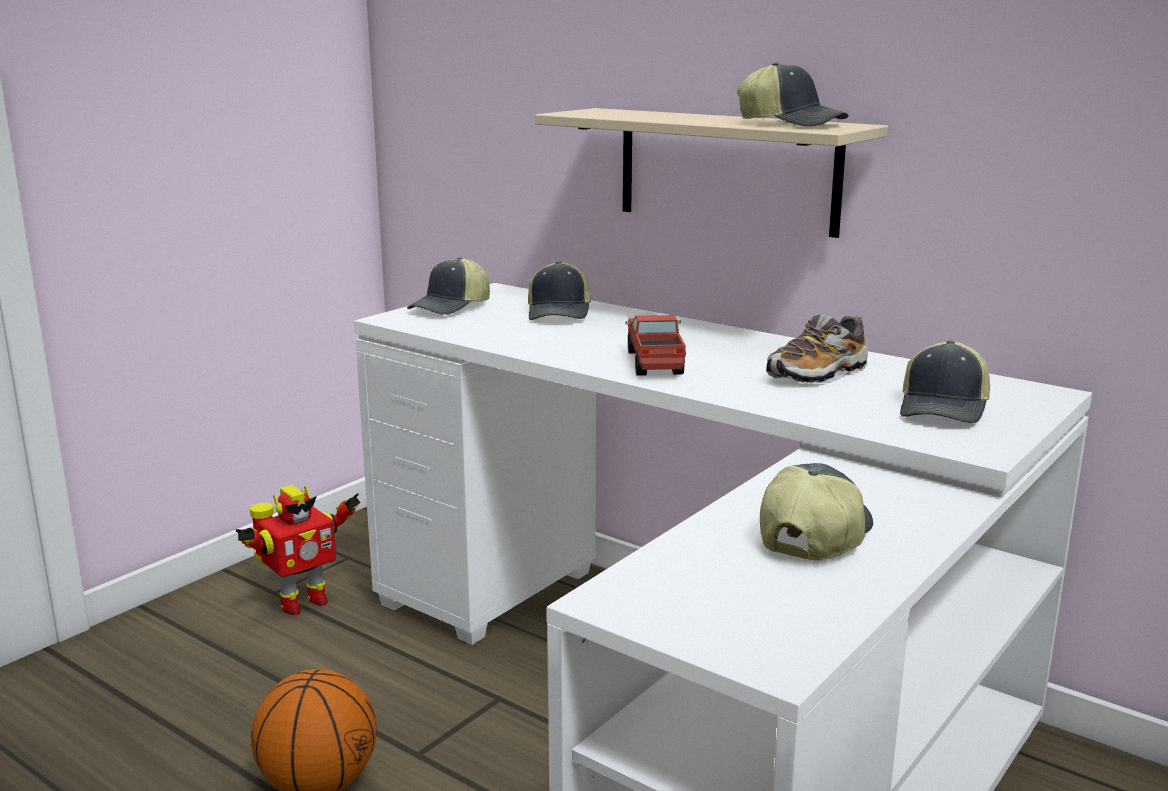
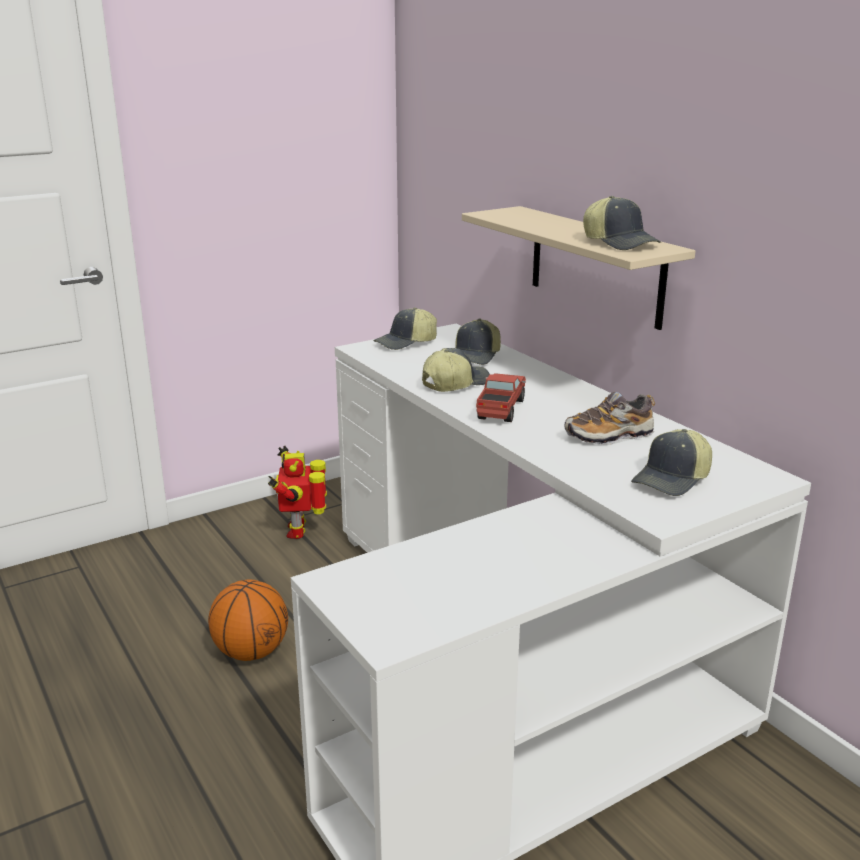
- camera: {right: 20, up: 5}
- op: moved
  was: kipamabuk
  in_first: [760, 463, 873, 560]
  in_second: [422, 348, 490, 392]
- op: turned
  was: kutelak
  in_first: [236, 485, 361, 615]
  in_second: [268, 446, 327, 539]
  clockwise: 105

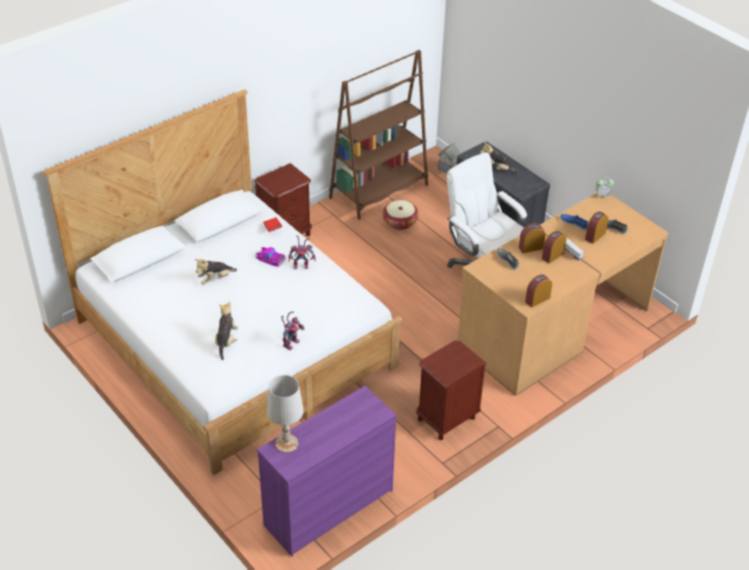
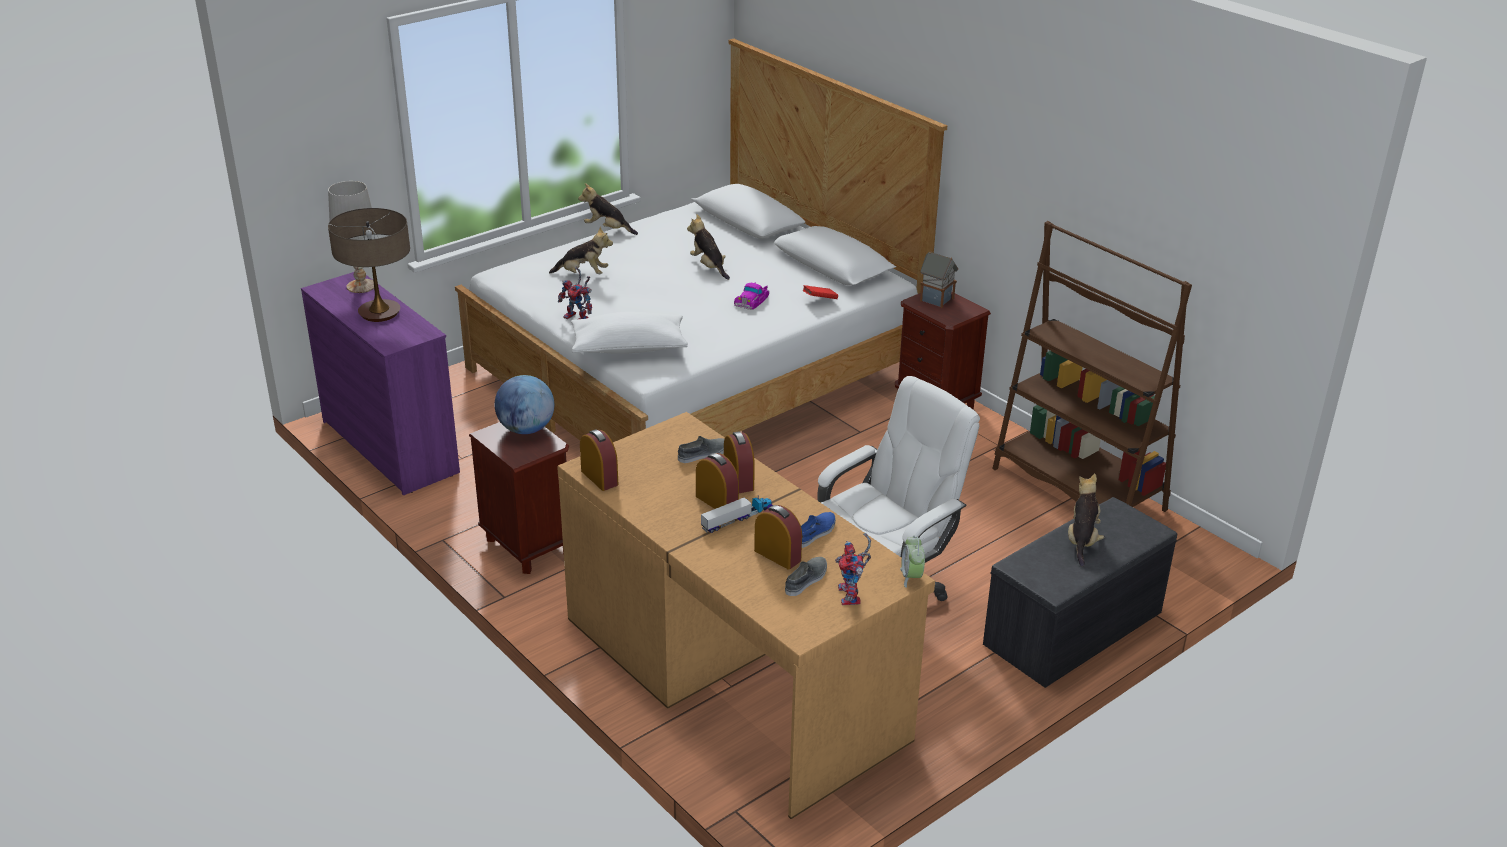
- camera: {right: 90, up: -10}
- op: moved
  was: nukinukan
  in_first: [438, 143, 460, 173]
  in_second: [920, 251, 958, 308]
- op: removed
  was: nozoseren
  in_first: [382, 200, 419, 230]
- op: moved
  was: kutelak
  in_first: [289, 235, 316, 269]
  in_second: [835, 533, 871, 605]
- op: added
  now: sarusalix
  in_second: [578, 183, 638, 235]
- op: added
  now: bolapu
  in_second: [328, 208, 410, 322]
- op: added
  now: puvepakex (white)
  in_second: [571, 312, 688, 354]
- op: added
  now: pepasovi
  in_second: [495, 375, 554, 434]

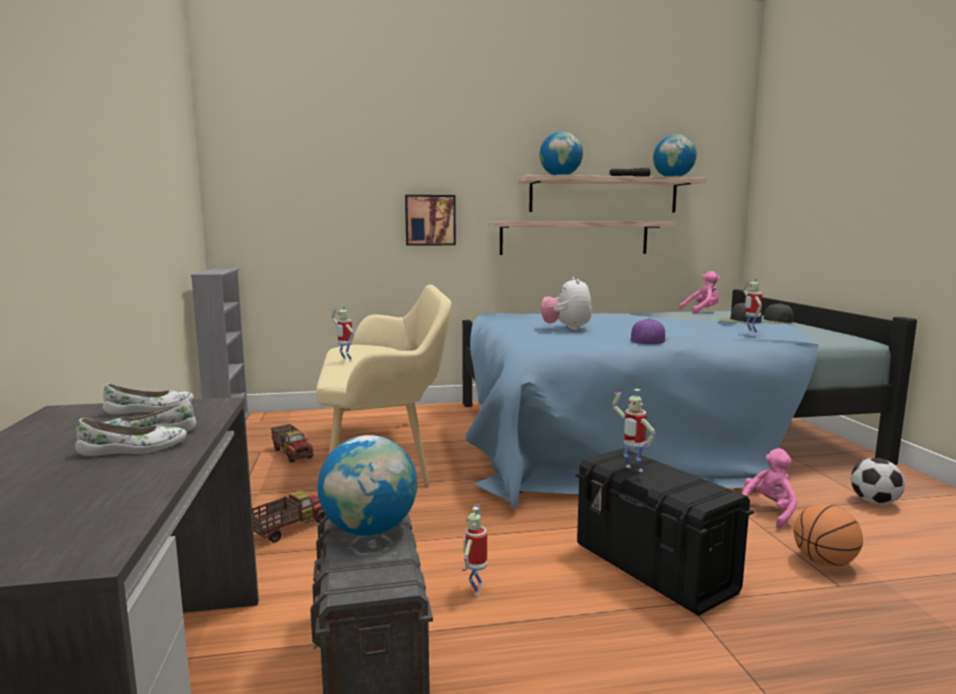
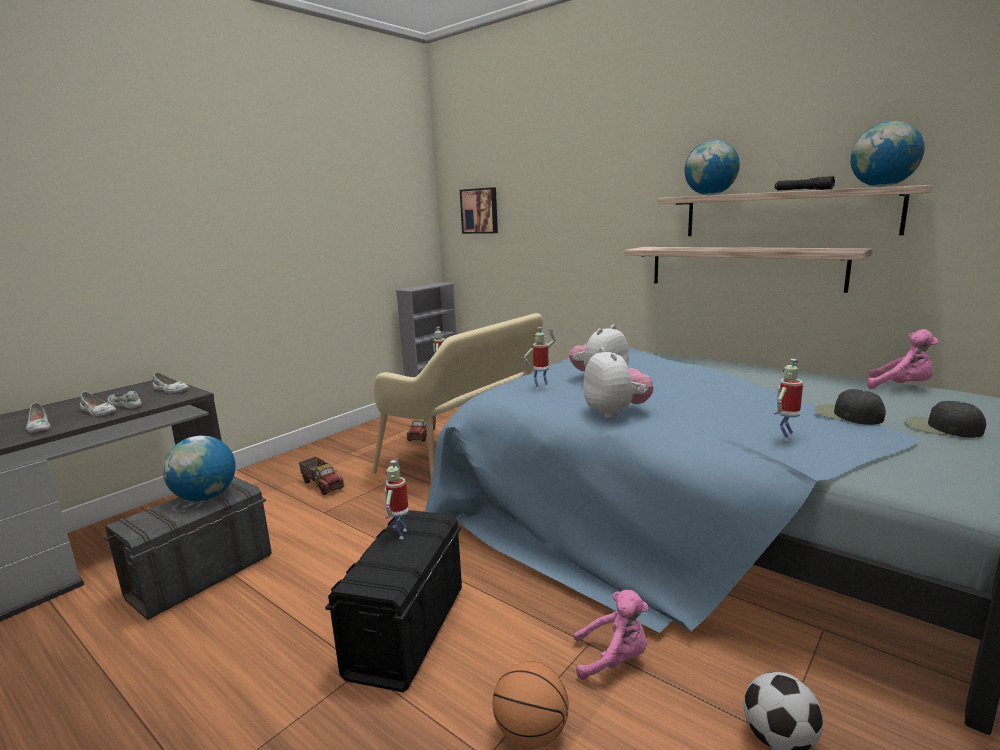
- camera: {right: 50, up: 5}
- op: moved
  was: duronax
  in_first: [405, 195, 456, 246]
  in_second: [460, 187, 498, 234]
- op: replaced
  was: kipamabuk (purple)
  now: sarusalix
  in_first: [631, 319, 669, 344]
  in_second: [583, 347, 653, 419]
- op: turned
  was: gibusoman
  in_first: [252, 491, 325, 543]
  in_second: [299, 457, 344, 495]
  clockwise: 45
- op: moved
  was: kutelak
  in_first: [462, 505, 487, 596]
  in_second: [523, 327, 556, 390]
- op: added
  now: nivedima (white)
  in_second: [26, 403, 51, 433]

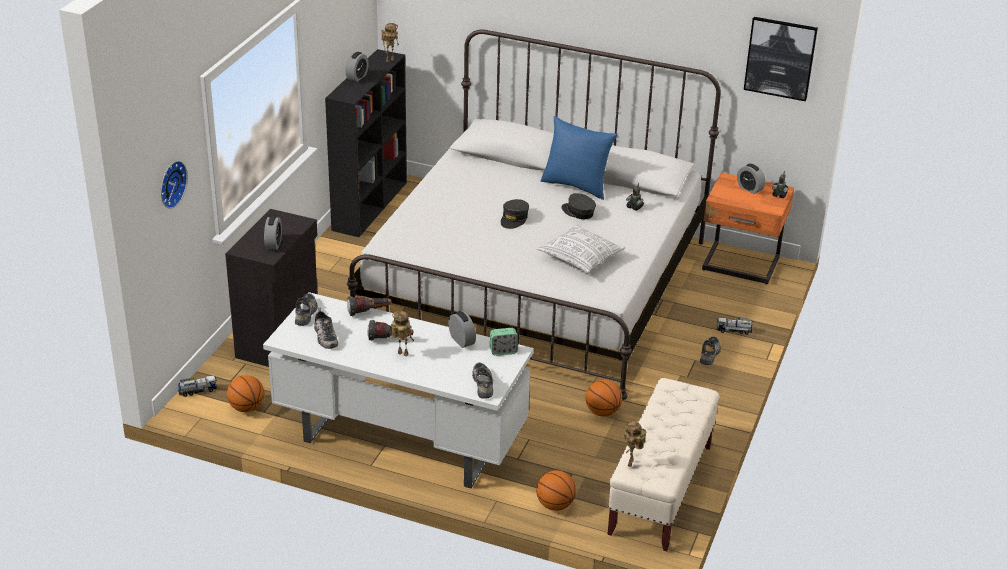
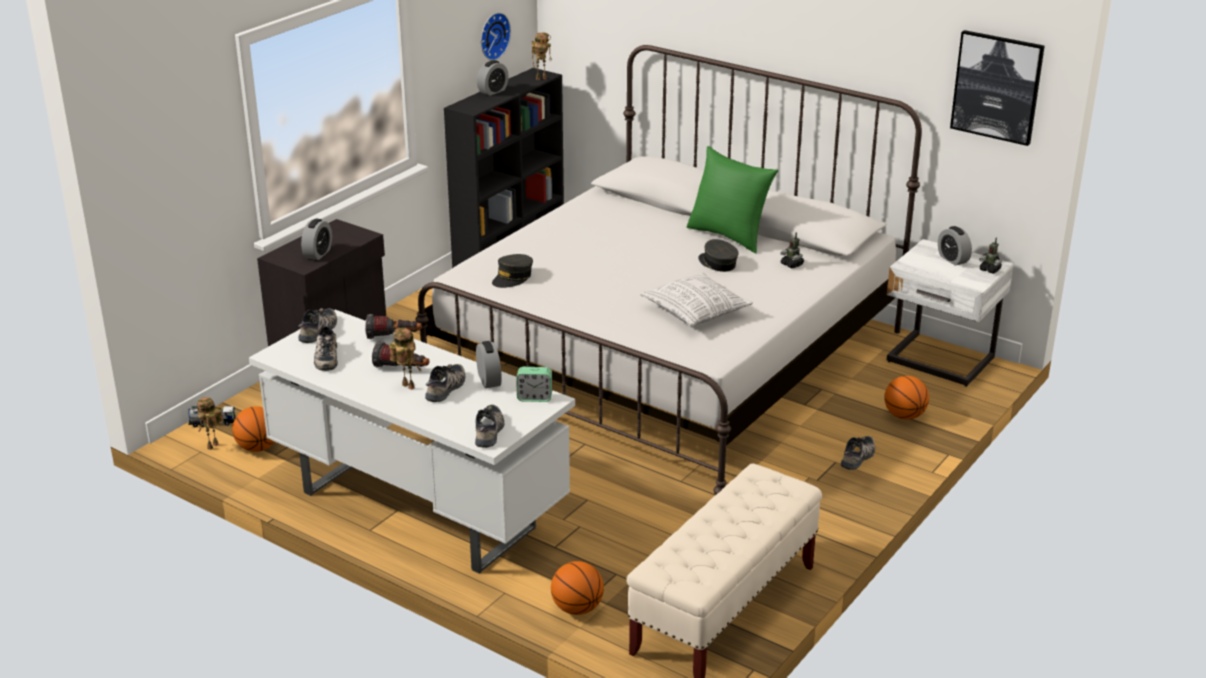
- camera: {right: 15, up: -5}
- op: recoloured
  was: puvepakex (blue)
  now: puvepakex (green)
  in_first: [541, 116, 618, 200]
  in_second: [687, 146, 778, 254]
- op: moved
  was: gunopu
  in_first: [161, 161, 188, 209]
  in_second: [481, 13, 511, 60]
- op: recoloured
  was: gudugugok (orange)
  now: gudugugok (white)
  in_first: [702, 172, 794, 285]
  in_second: [887, 239, 1014, 387]
- op: moved
  was: kipamabuk (grey)
  in_first: [501, 199, 529, 229]
  in_second: [492, 254, 533, 288]
- op: removed
  was: gibusoman
  in_first: [717, 317, 753, 335]
- op: moved
  was: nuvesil
  in_first: [585, 380, 622, 417]
  in_second: [884, 376, 929, 420]
- op: moved
  was: kutelak
  in_first: [624, 421, 646, 467]
  in_second: [197, 397, 223, 450]
- op: added
  now: nivedima
  in_second: [425, 364, 465, 402]

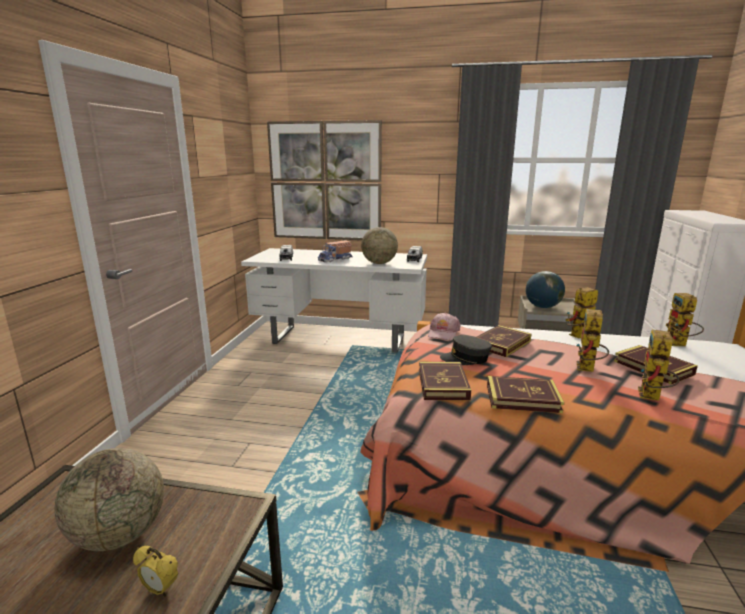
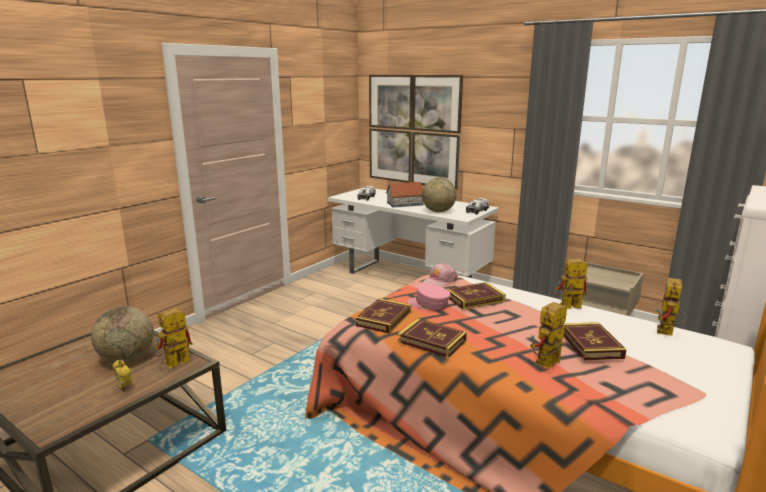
- camera: {right: 25, up: 0}
- op: replaced
  was: gibusoman
  now: nukinukan
  in_first: [318, 240, 352, 263]
  in_second: [386, 182, 423, 207]
- op: removed
  was: pepasovi
  in_first: [525, 271, 565, 308]
- op: moved
  was: kutelak
  in_first: [576, 309, 609, 372]
  in_second: [155, 307, 193, 368]
- op: recoloured
  was: kipamabuk (grey)
  now: kipamabuk (pink)
  in_first: [440, 336, 492, 365]
  in_second: [407, 283, 451, 311]

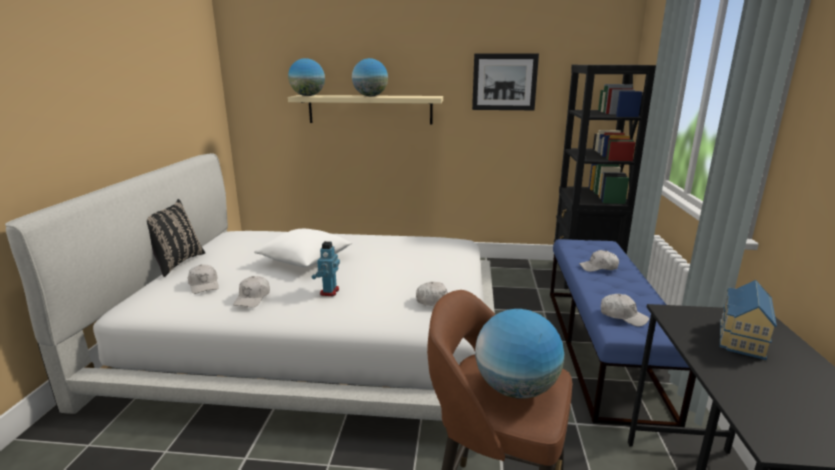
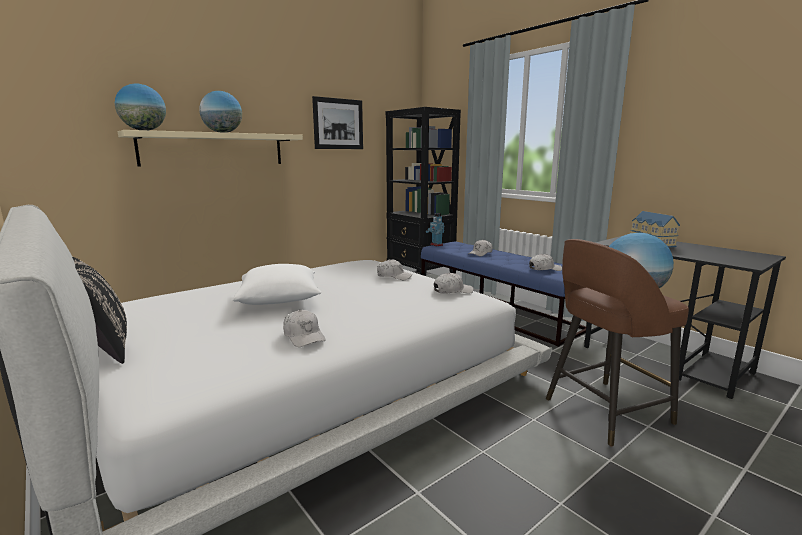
- camera: {right: -45, up: -5}
- op: moved
  was: kutelak
  in_first: [312, 241, 340, 296]
  in_second: [426, 213, 445, 246]
- op: moved
  was: kipamabuk (white)
  in_first: [188, 264, 219, 294]
  in_second: [377, 259, 413, 280]

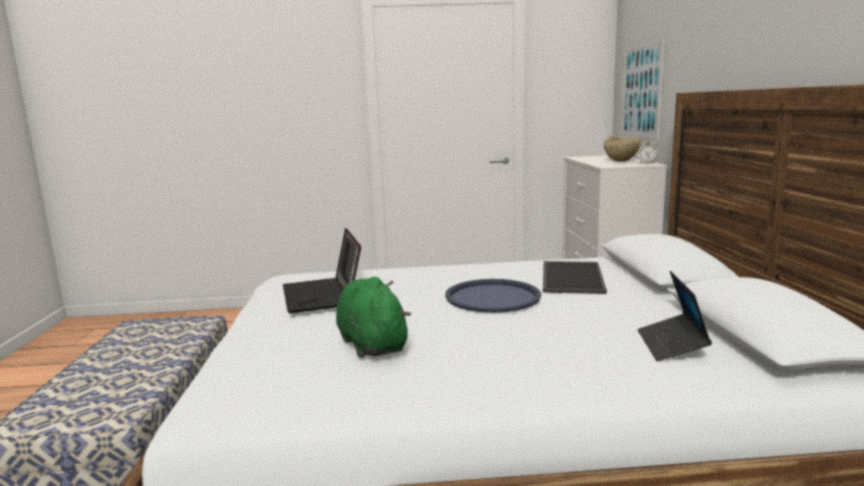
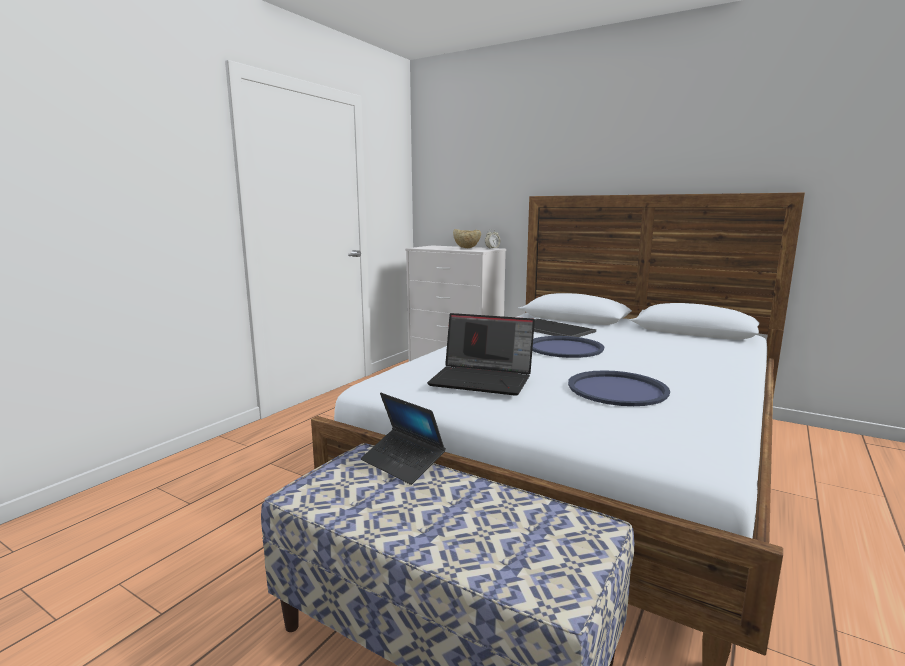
- camera: {right: -55, up: 0}
- op: removed
  was: duronax
  in_first: [621, 39, 664, 139]
- op: moved
  was: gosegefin
  in_first: [637, 271, 712, 361]
  in_second: [361, 393, 446, 485]
- op: replaced
  was: sarusalix (green)
  now: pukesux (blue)
  in_first: [336, 277, 411, 358]
  in_second: [568, 370, 670, 406]

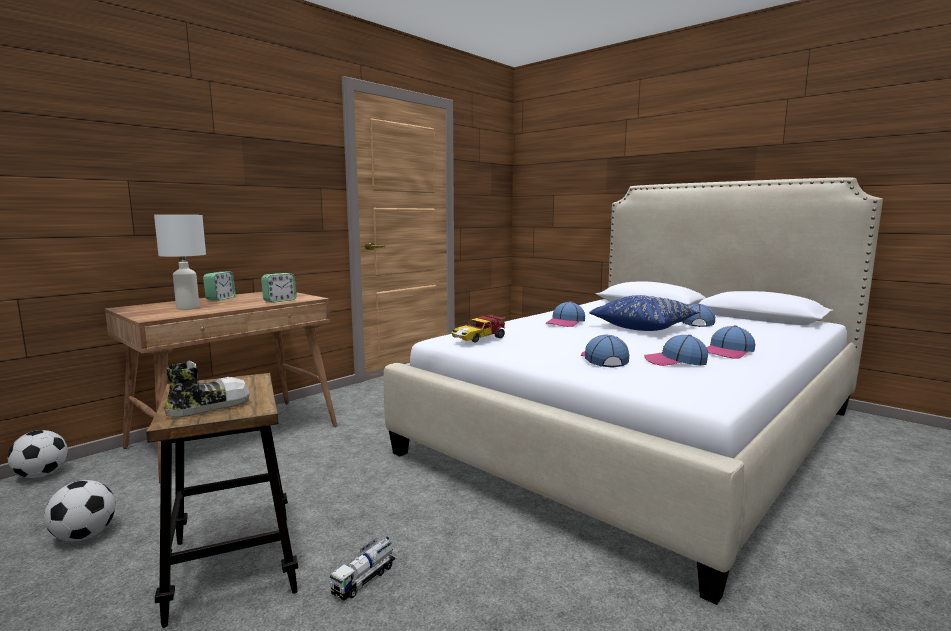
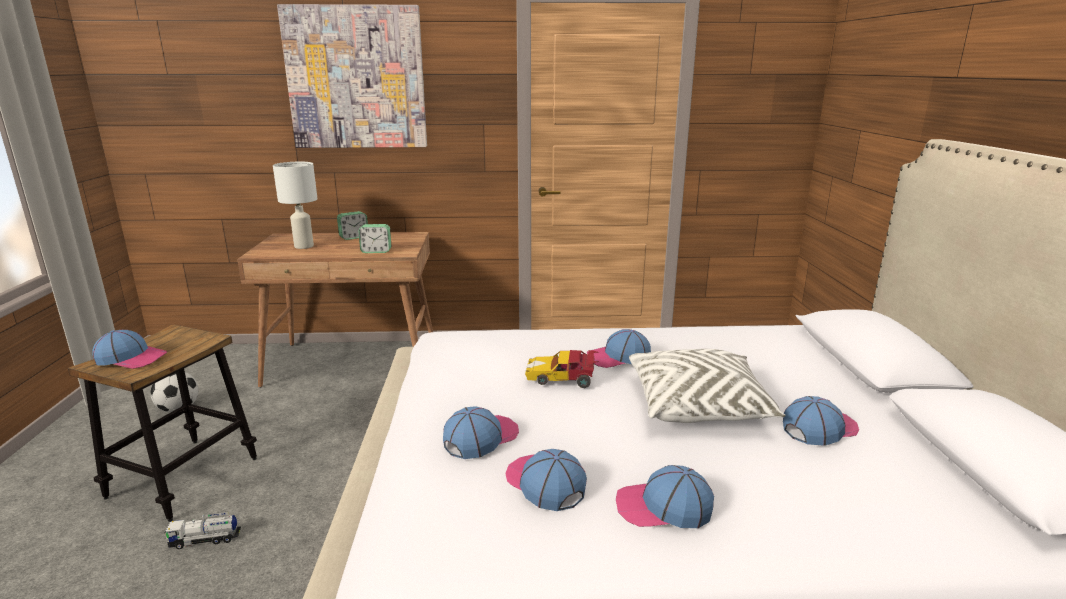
- camera: {right: 45, up: 10}
- op: recoloured
  was: puvepakex (blue)
  now: puvepakex (white)
  in_first: [589, 295, 700, 331]
  in_second: [629, 349, 786, 423]
- op: moved
  was: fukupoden
  in_first: [451, 315, 505, 343]
  in_second: [525, 350, 599, 388]
- op: replaced
  was: nivedima
  now: kipamabuk
  in_first: [164, 361, 250, 417]
  in_second: [92, 330, 167, 369]
- op: removed
  was: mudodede
  in_first: [8, 430, 68, 478]
- op: added
  now: duronax
  in_second: [277, 4, 427, 148]

